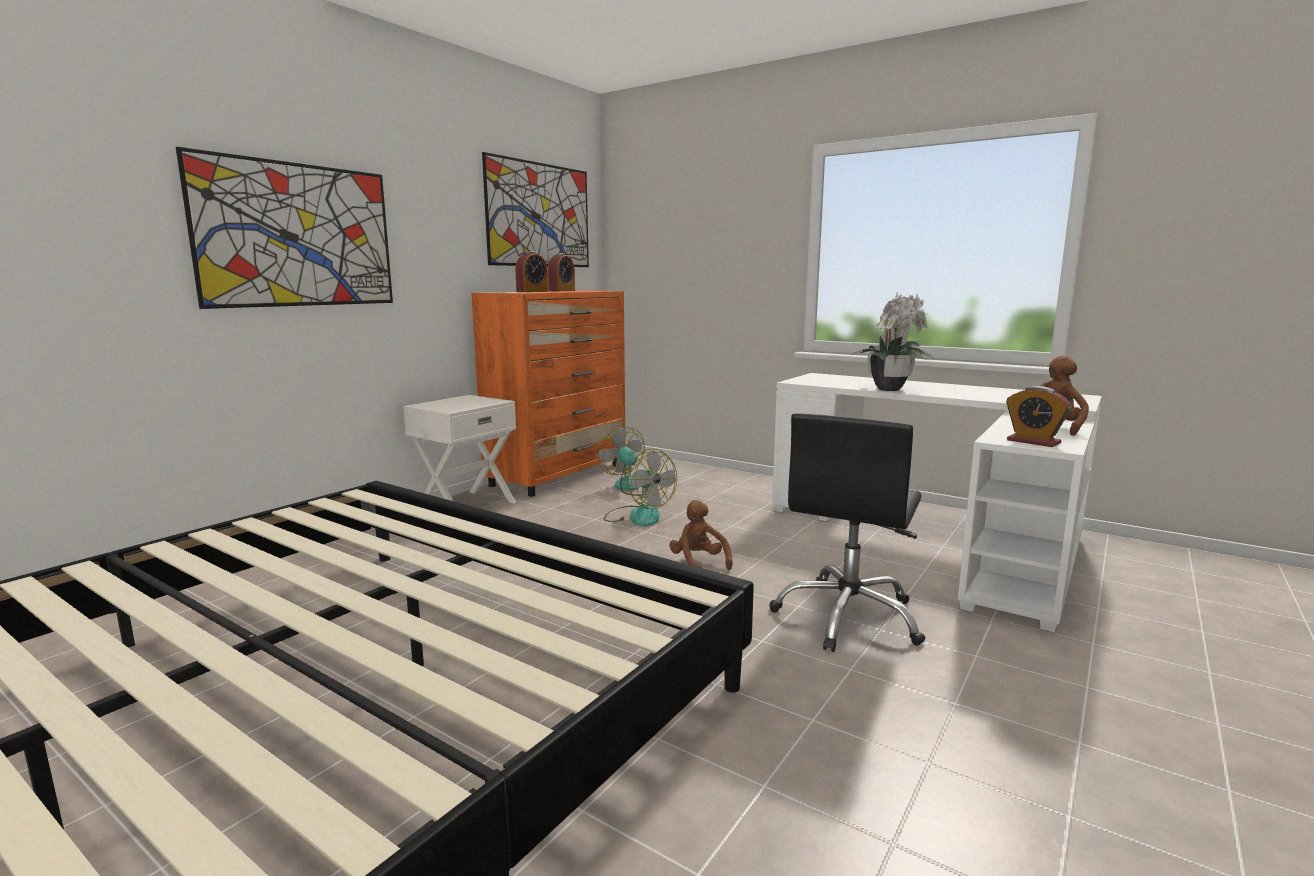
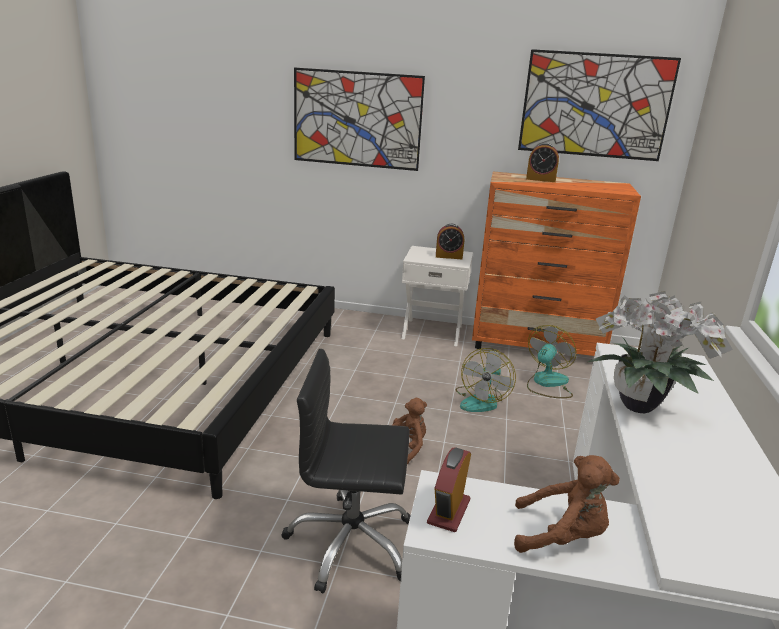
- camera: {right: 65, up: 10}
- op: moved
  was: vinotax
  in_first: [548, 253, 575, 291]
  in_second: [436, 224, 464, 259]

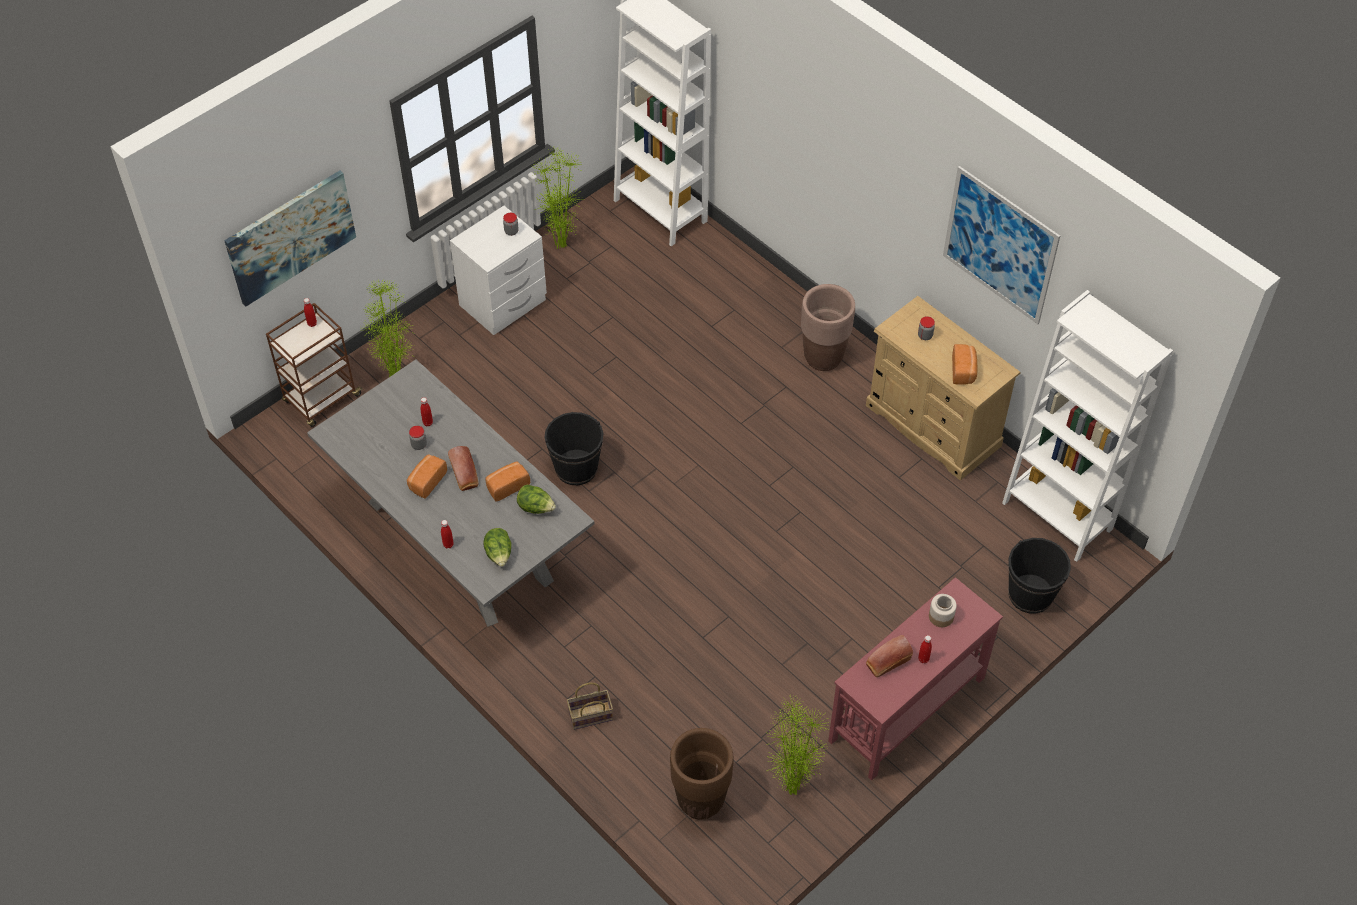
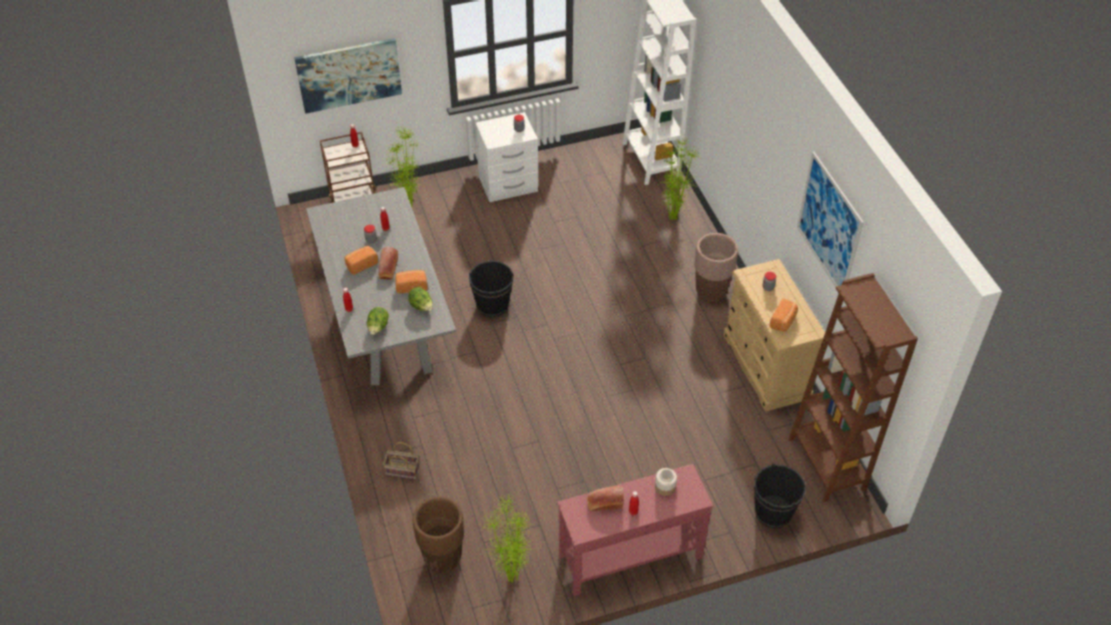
- camera: {right: 25, up: -5}
- op: moved
  was: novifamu
  in_first: [532, 146, 585, 249]
  in_second: [660, 137, 702, 220]
- op: recoloured
  was: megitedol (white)
  now: megitedol (brown)
  in_first: [1002, 290, 1173, 562]
  in_second: [789, 273, 918, 502]

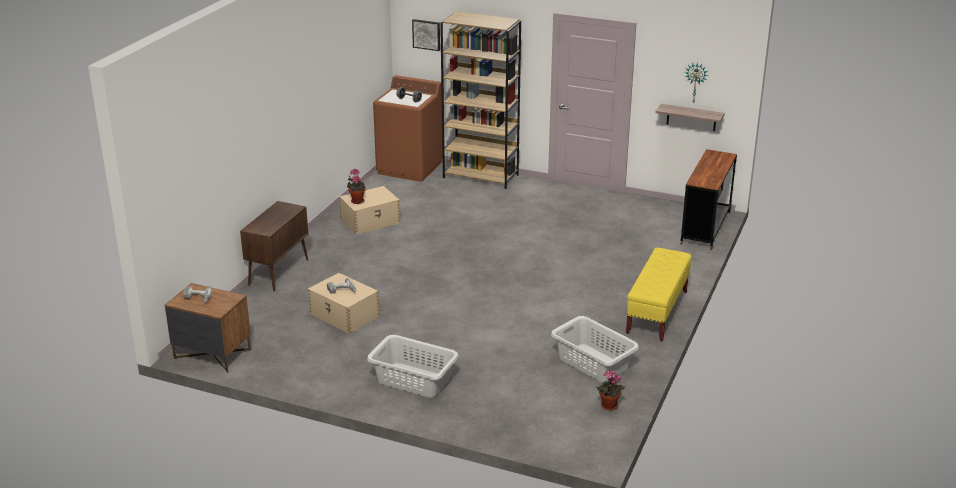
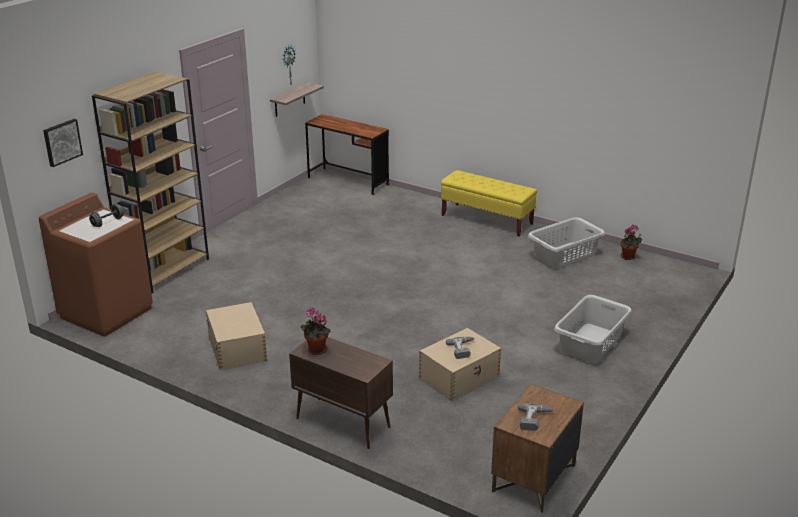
- camera: {right: -80, up: 0}
- op: moved
  was: novifamu
  in_first: [347, 169, 366, 204]
  in_second: [300, 308, 331, 355]

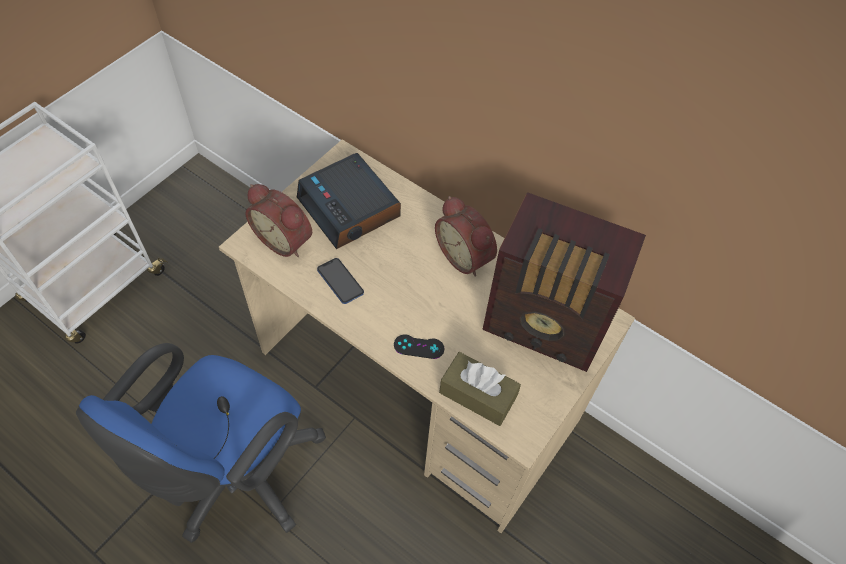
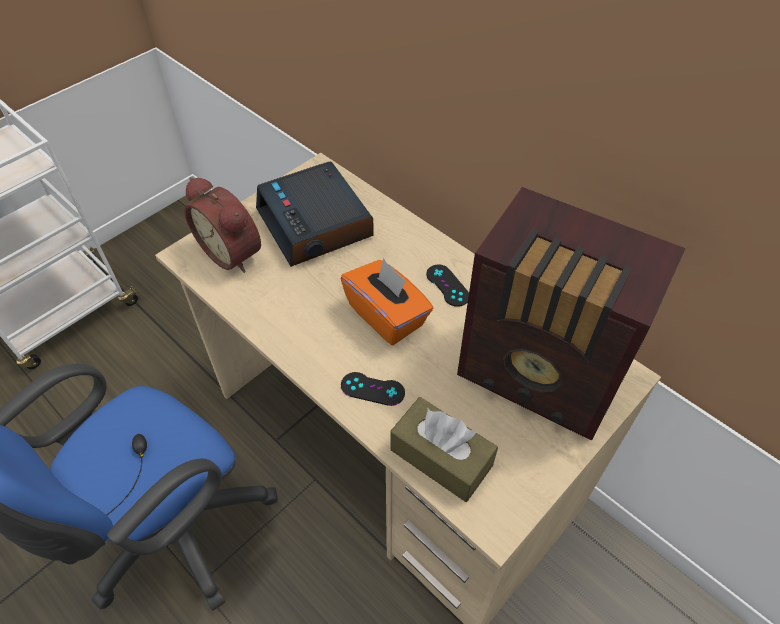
- camera: {right: 10, up: -5}
- op: replaced
  was: vinotax
  now: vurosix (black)
  in_first: [435, 196, 497, 277]
  in_second: [426, 264, 469, 307]
- op: removed
  was: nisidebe
  in_first: [317, 258, 364, 304]
- op: added
  now: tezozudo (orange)
  in_second: [341, 258, 433, 345]

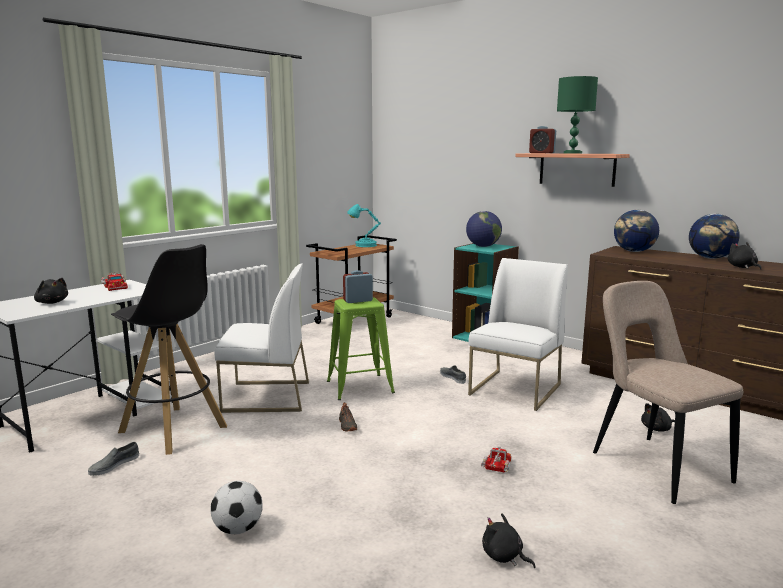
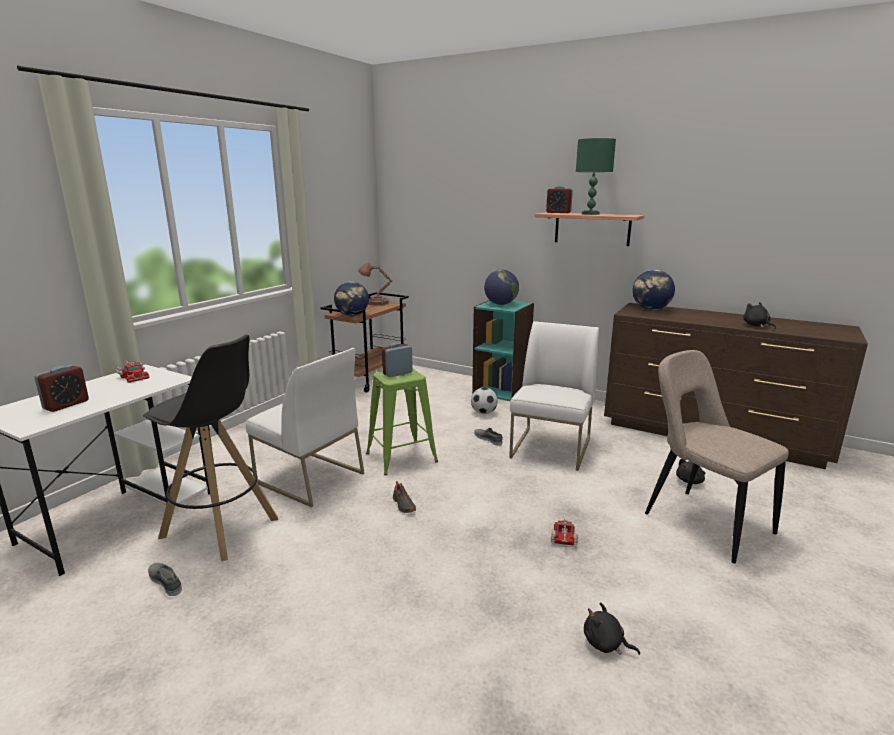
- camera: {right: -10, up: 5}
- op: recoloured
  was: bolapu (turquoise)
  now: bolapu (brown)
  in_first: [347, 204, 381, 247]
  in_second: [358, 262, 392, 306]
- op: moved
  was: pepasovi
  in_first: [689, 214, 740, 259]
  in_second: [334, 281, 369, 316]
- op: turned
  was: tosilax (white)
  in_first: [214, 264, 309, 413]
  in_second: [246, 348, 365, 507]
  clockwise: 45
- op: replaced
  was: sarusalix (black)
  now: vinotax
  in_first: [34, 278, 68, 304]
  in_second: [34, 365, 89, 412]
- op: turned
  was: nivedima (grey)
  in_first: [88, 442, 139, 476]
  in_second: [148, 563, 182, 596]
  clockwise: 105
- op: moved
  was: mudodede
  in_first: [210, 481, 263, 534]
  in_second: [471, 387, 498, 414]

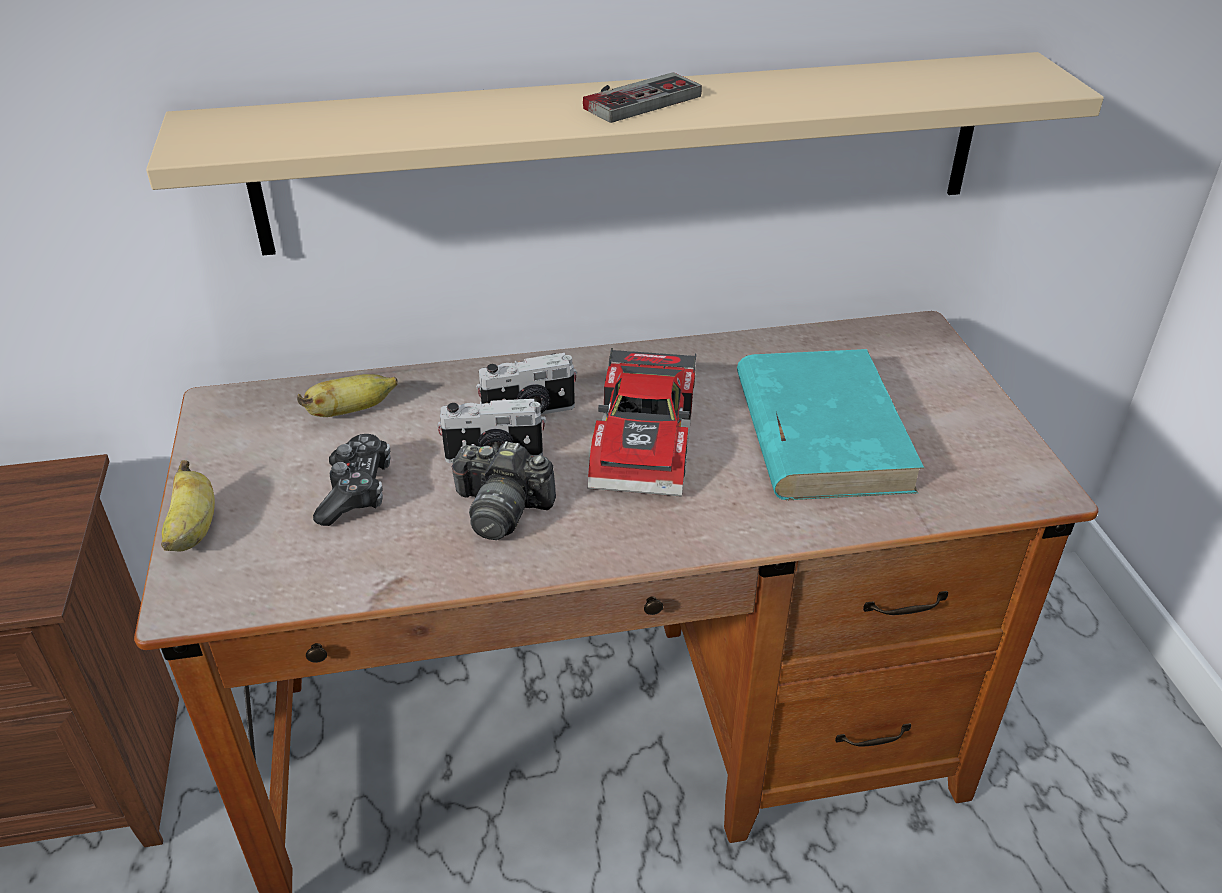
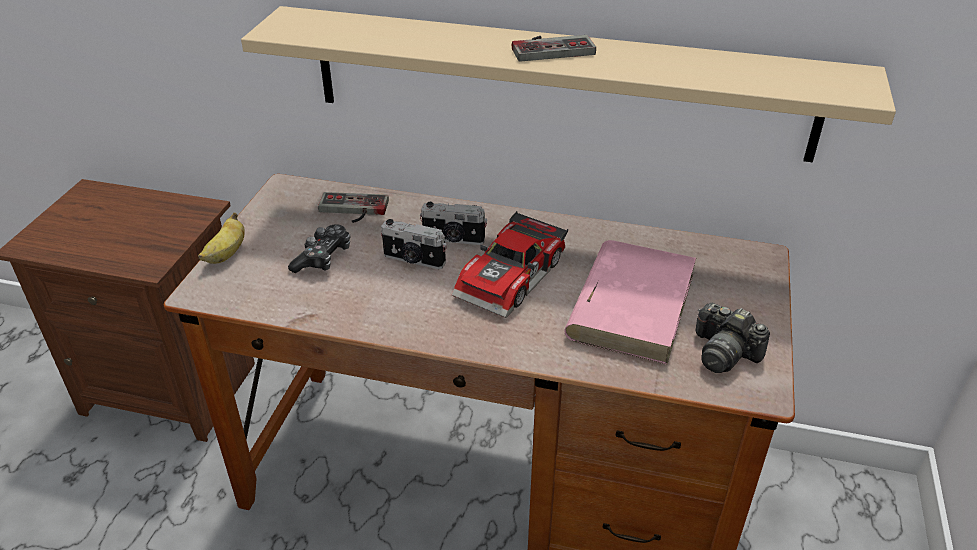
- camera: {right: 25, up: 0}
- op: recoloured
  was: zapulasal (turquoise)
  now: zapulasal (pink)
  in_first: [737, 349, 924, 500]
  in_second: [564, 240, 696, 365]
- op: replaced
  was: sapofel
  now: vurosix
  in_first: [297, 374, 398, 417]
  in_second: [318, 192, 389, 223]
- op: moved
  was: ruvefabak
  in_first: [450, 441, 556, 540]
  in_second: [695, 303, 770, 373]

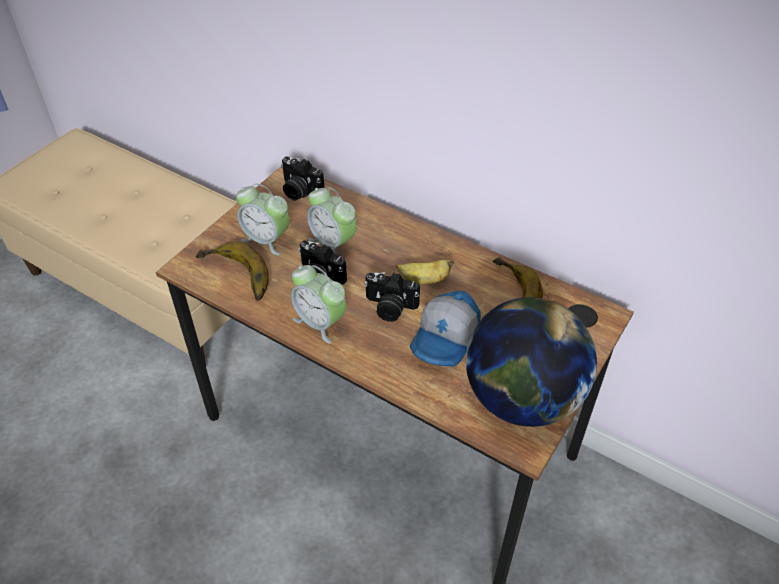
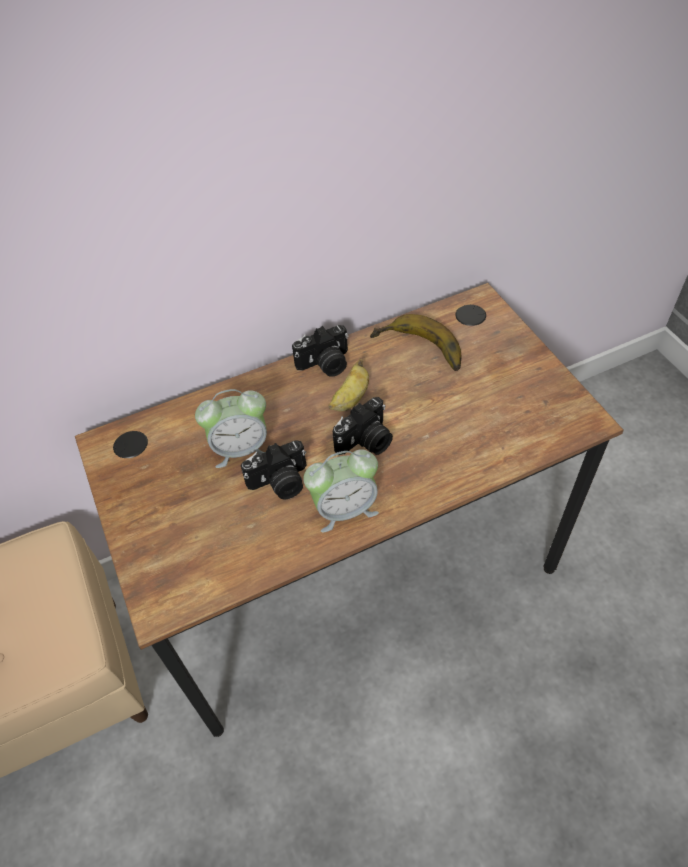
- camera: {right: -55, up: 5}
- op: moved
  was: ruvefabak
  in_first: [281, 156, 324, 201]
  in_second: [292, 325, 349, 377]
- op: removed
  was: vinotax
  in_first: [236, 184, 289, 255]
- op: removed
  was: sapofel
  in_first: [196, 242, 268, 301]
- op: removed
  was: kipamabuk
  in_first: [410, 291, 481, 366]
- op: removed
  was: pepasovi
  in_first: [466, 297, 597, 427]

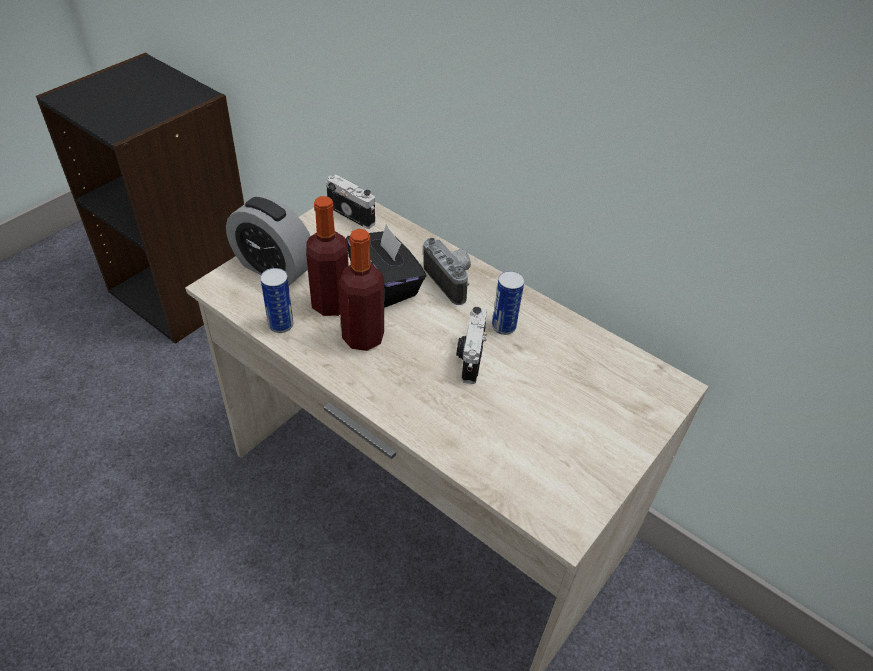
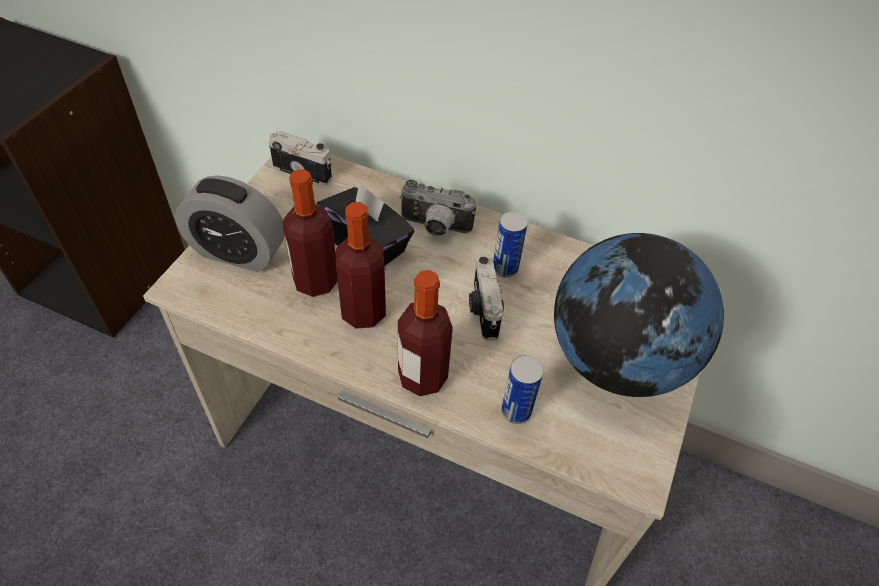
- camera: {right: -15, up: 5}
- op: turned
  was: ruvefabak
  in_first: [423, 238, 471, 305]
  in_second: [400, 180, 476, 237]
  clockwise: 150
- op: moved
  was: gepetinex
  in_first: [260, 268, 294, 333]
  in_second: [501, 355, 544, 424]
- op: added
  now: pepasovi
  in_second: [554, 233, 724, 397]
- op: added
  now: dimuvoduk
  in_second: [398, 270, 453, 396]

